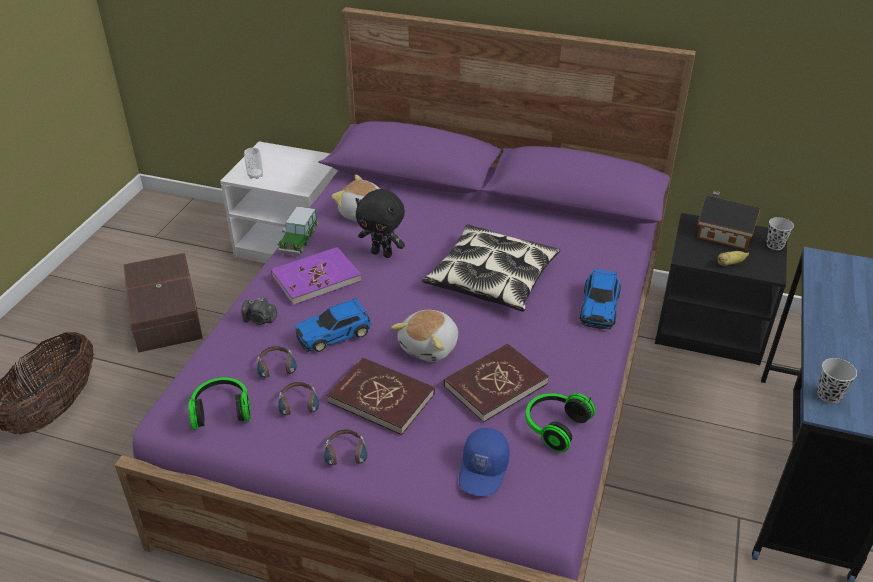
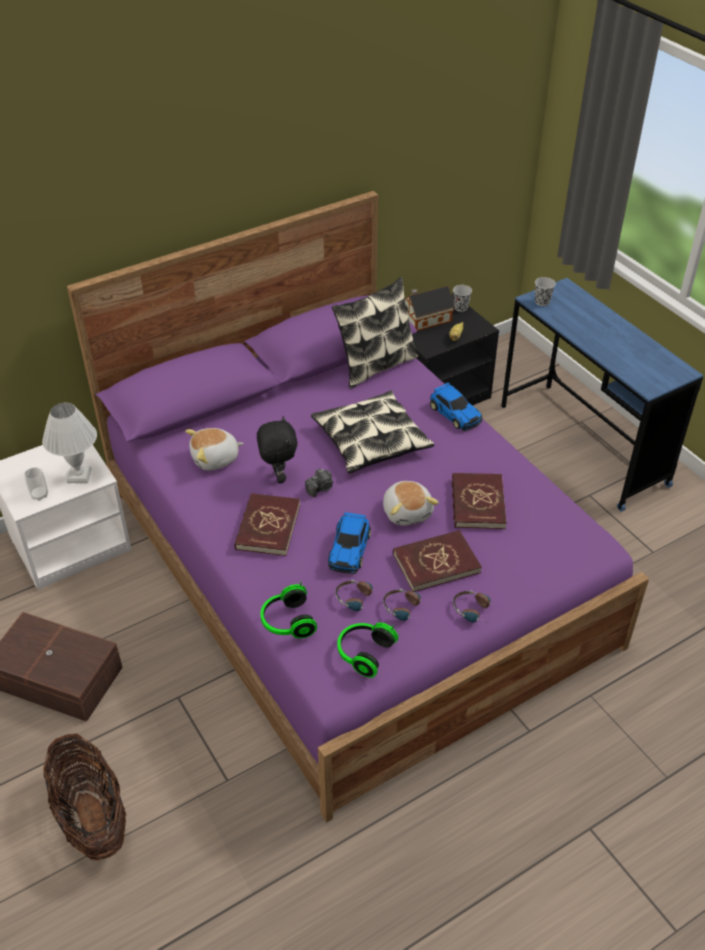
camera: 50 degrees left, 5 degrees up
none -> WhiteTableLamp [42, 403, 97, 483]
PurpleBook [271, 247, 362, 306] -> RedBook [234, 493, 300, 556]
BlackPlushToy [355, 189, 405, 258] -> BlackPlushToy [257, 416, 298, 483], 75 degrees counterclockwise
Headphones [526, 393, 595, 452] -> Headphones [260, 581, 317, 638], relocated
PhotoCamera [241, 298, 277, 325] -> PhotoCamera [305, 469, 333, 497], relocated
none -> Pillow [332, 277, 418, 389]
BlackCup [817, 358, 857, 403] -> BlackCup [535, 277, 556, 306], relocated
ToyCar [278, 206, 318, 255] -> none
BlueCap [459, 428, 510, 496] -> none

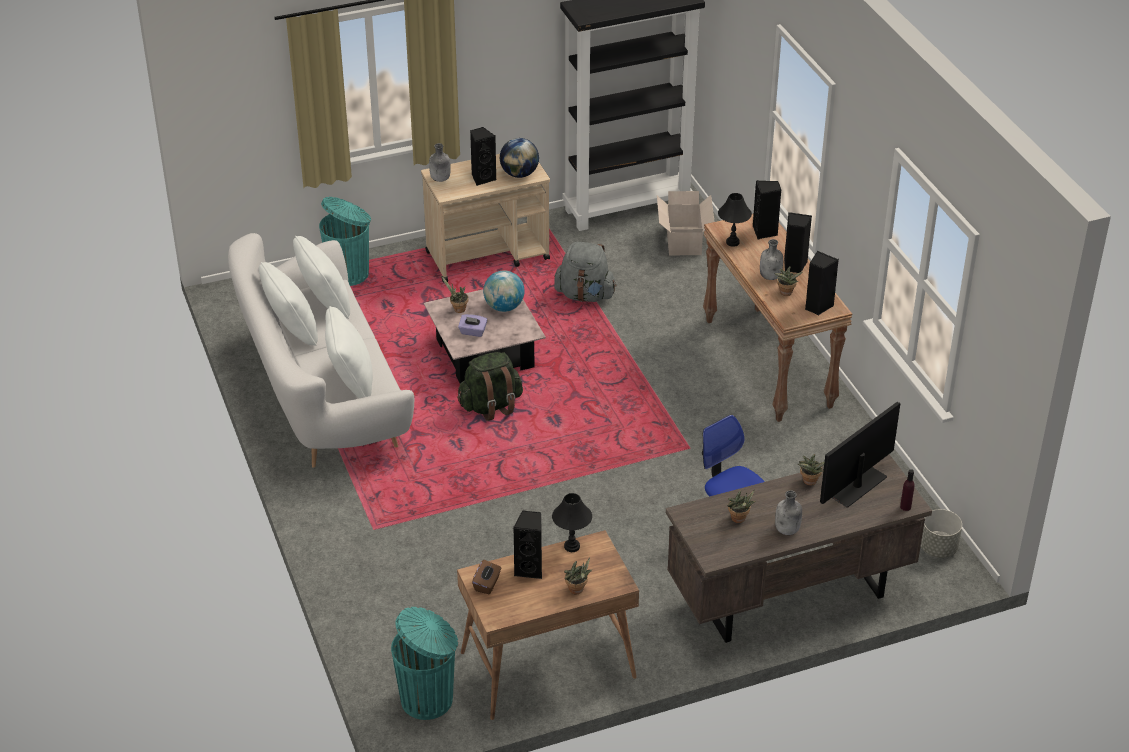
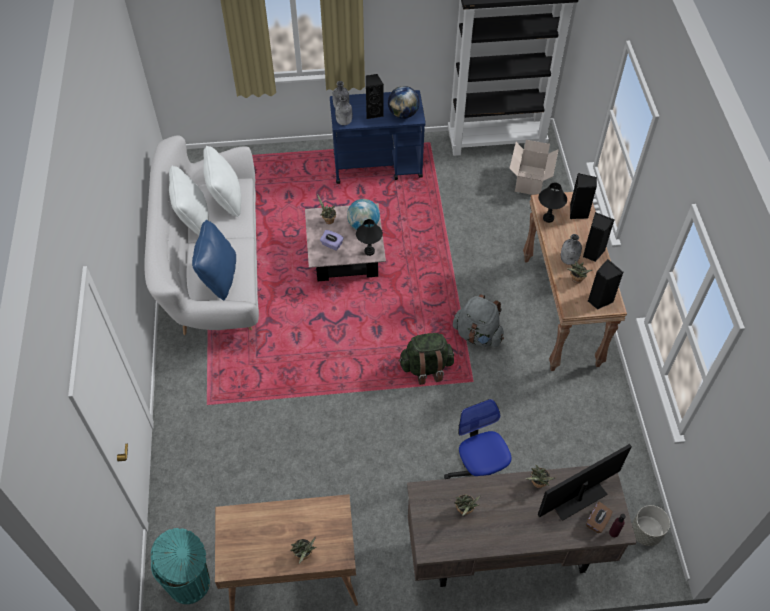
camera: 15 degrees right, 15 degrees up
WhitePillow [325, 306, 373, 398] -> BluePillow [192, 220, 236, 300]
BeigeCart [421, 154, 550, 283] -> BlueCart [330, 90, 426, 184]
GreyBottle [775, 490, 802, 535] -> GreyBottle [335, 96, 352, 125], relocated
BlackTableLamp [552, 493, 592, 552] -> BlackTableLamp [356, 219, 383, 256], relocated
GreenBackpack [457, 352, 523, 421] -> GreenBackpack [399, 333, 454, 385], relocated
GreyBackpack [554, 242, 617, 302] -> GreyBackpack [453, 294, 504, 347], relocated
BrownTissueBox [472, 560, 501, 594] -> BrownTissueBox [586, 501, 613, 533], relocated
TurquoiseTrashCan [319, 197, 371, 286] -> none
BlackSpeaker [513, 510, 542, 579] -> none

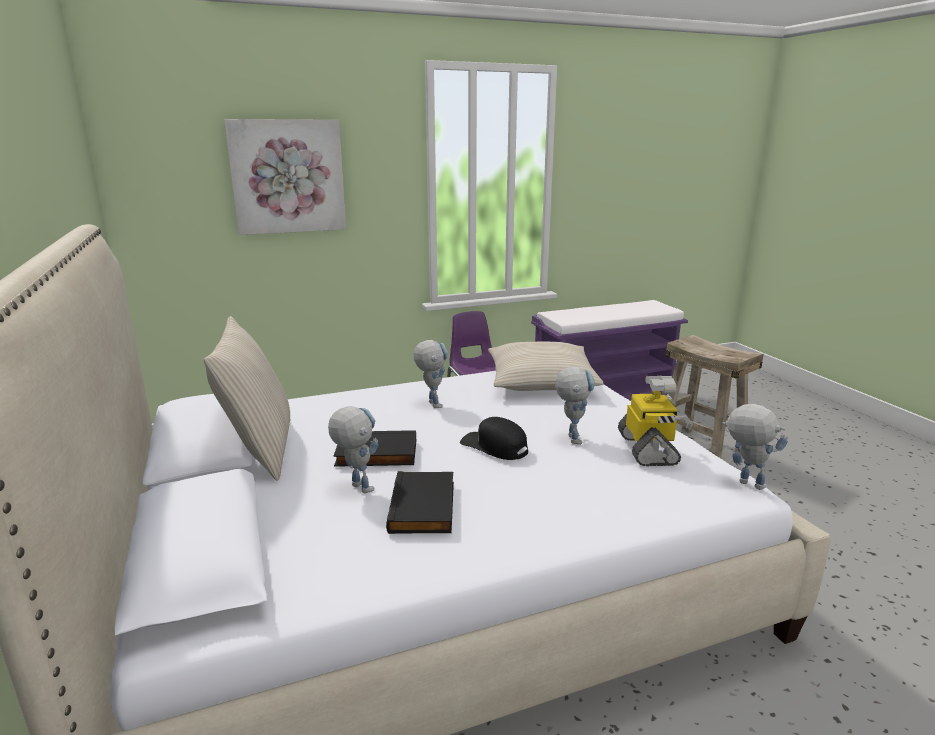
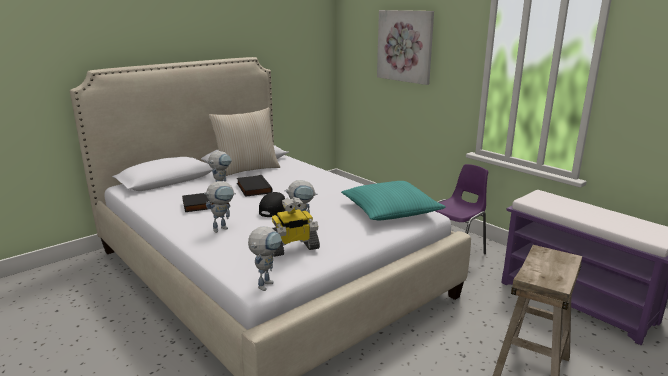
camera: 70 degrees right, 0 degrees up
ToyRobot [414, 340, 448, 408] -> ToyRobot [204, 181, 236, 233], relocated
BeigePillow [488, 342, 603, 391] -> TurquoisePillow [341, 181, 446, 220]

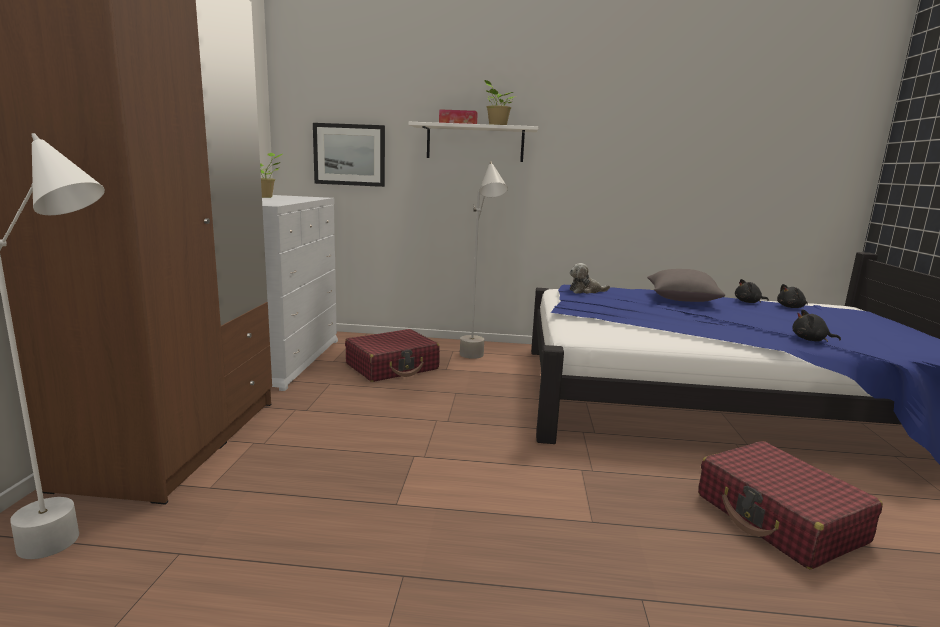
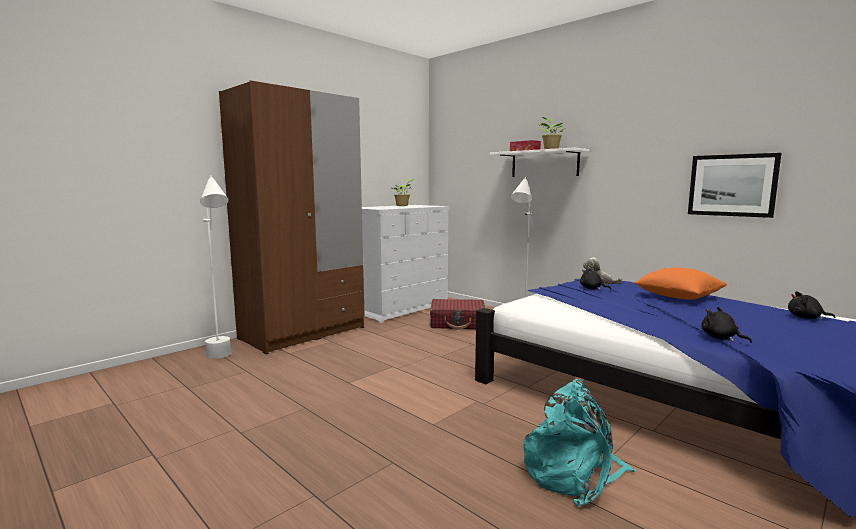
camera: 40 degrees right, 5 degrees down
RedSuitcase [698, 441, 883, 569] -> TurquoiseBackpack [523, 379, 637, 507]
BlackPlushToy [735, 279, 769, 303] -> BlackPlushToy [580, 268, 611, 290], relocated
GreyPillow [647, 269, 725, 302] -> OrangePillow [633, 268, 727, 299]
Picture [313, 123, 385, 187] -> Picture [688, 153, 781, 218], relocated

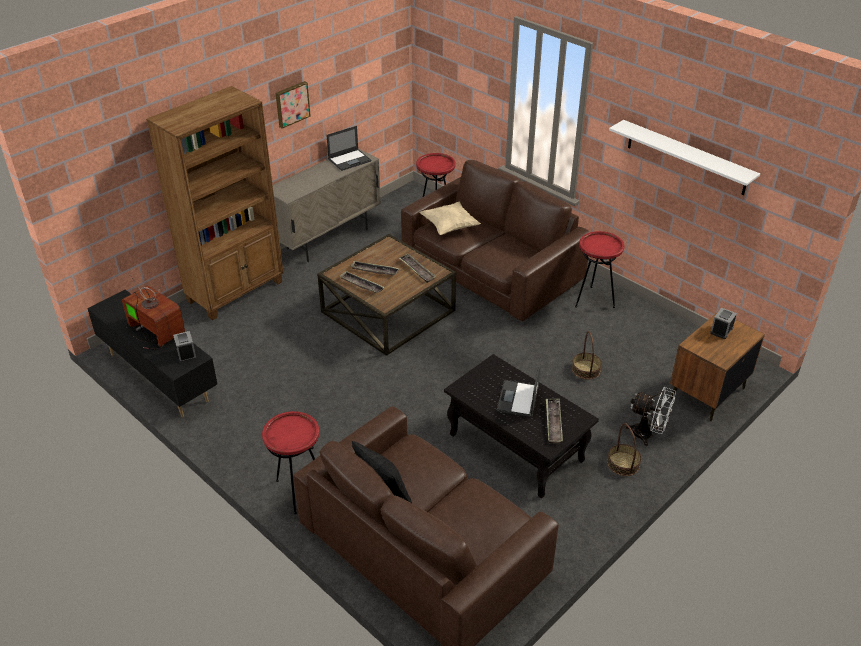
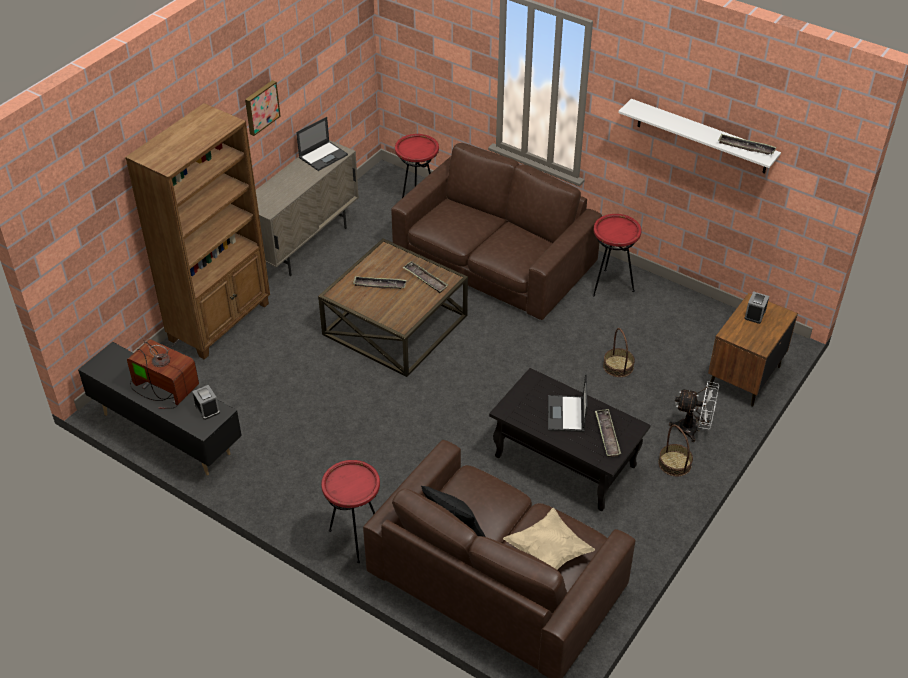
camera: 10 degrees left, 5 degrees up
BeigePillow [420, 201, 481, 235] -> BeigePillow [503, 508, 595, 570], relocated
Tray [340, 271, 385, 293] -> Tray [718, 134, 777, 155], relocated

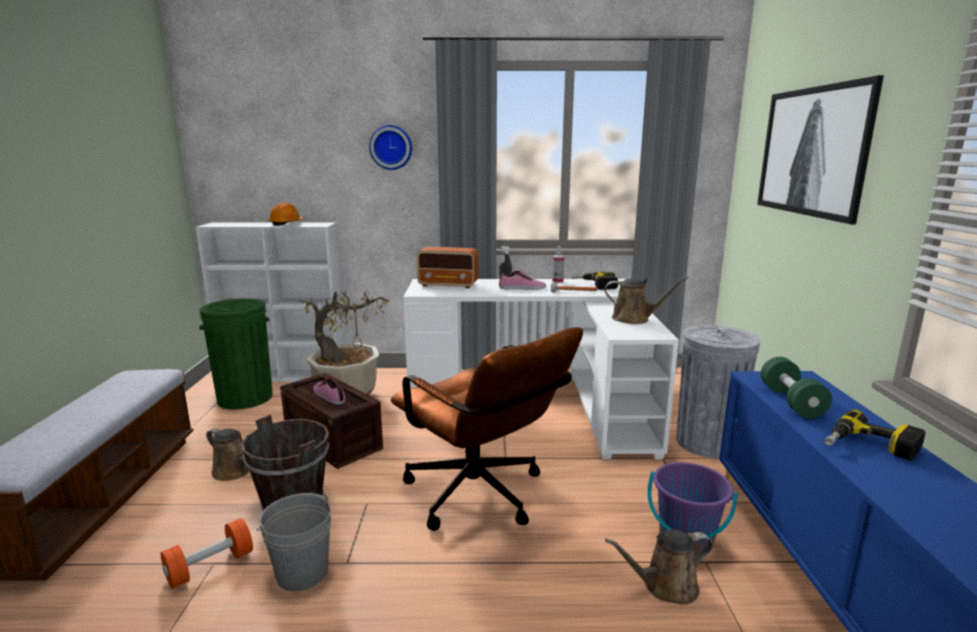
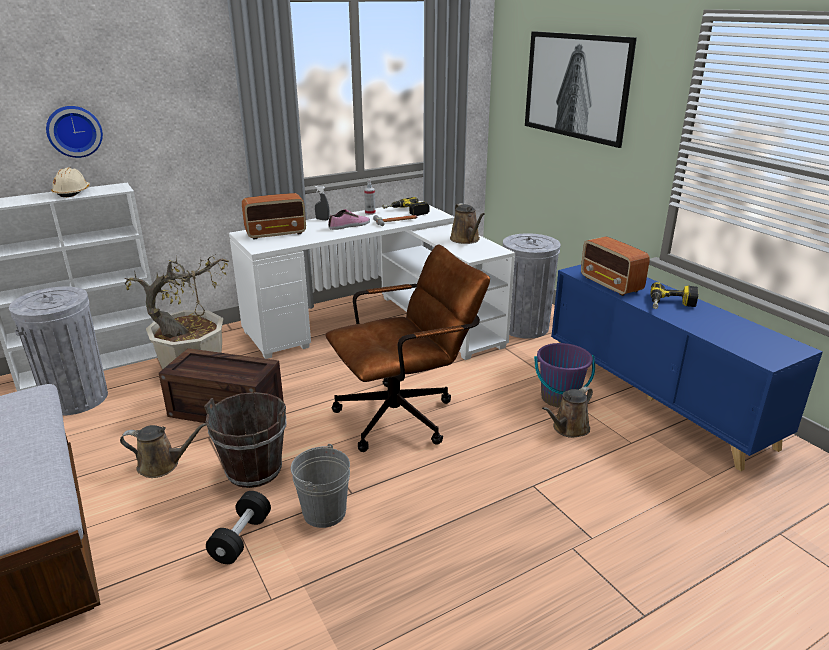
camera: 30 degrees left, 10 degrees up
GreenTrashCan [199, 298, 273, 410] -> GreyTrashCan [9, 287, 108, 416]
WallClock [369, 125, 412, 170] -> WallClock [46, 106, 103, 158], relocated
OrangeHardHat [268, 202, 304, 226] -> BeigeHardHat [51, 167, 90, 197]
OrangeDumbbell [161, 518, 253, 589] -> BlackDumbbell [206, 491, 271, 564]
BrownOfficeChair [391, 327, 583, 531] -> BrownOfficeChair [325, 244, 490, 452], 45 degrees counterclockwise
BrownWateringCan [605, 277, 688, 324] -> BrownWateringCan [450, 203, 485, 244], 90 degrees clockwise
GreenDumbbell [761, 357, 832, 418] -> Radio [581, 236, 650, 296]
Shoe [313, 378, 345, 405] -> none

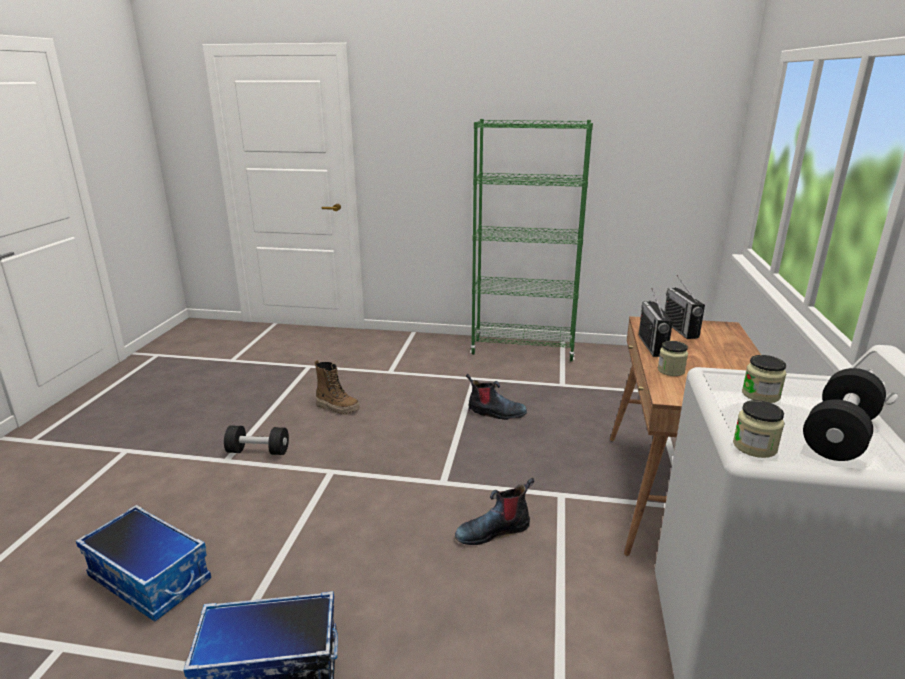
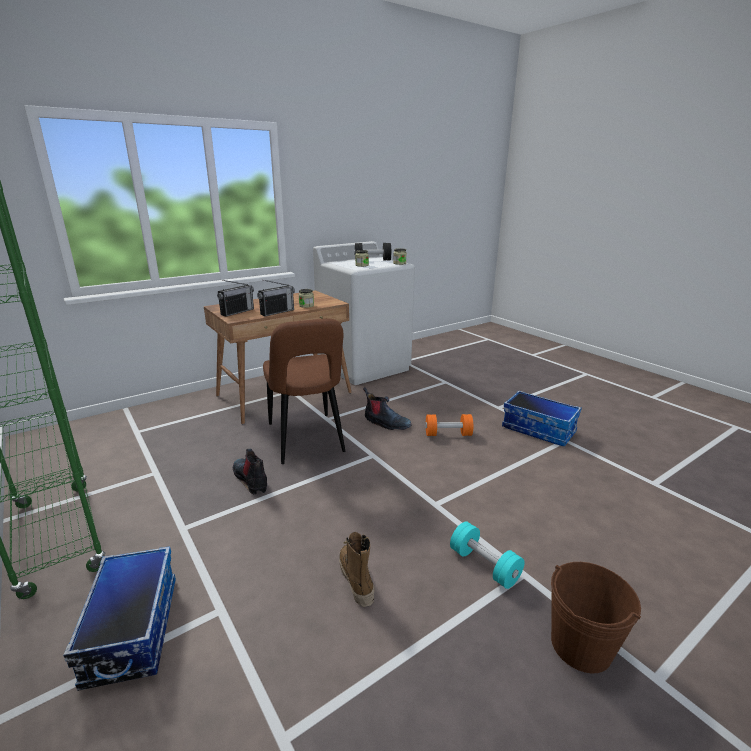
camera: 135 degrees left, 0 degrees up
StorageBox [76, 505, 211, 622] -> StorageBox [63, 546, 176, 691], relocated
none -> BrownChair [263, 319, 345, 464]
none -> OrangeDumbbell [425, 414, 473, 436]
BlackDumbbell [224, 425, 289, 455] -> TurquoiseDumbbell [450, 521, 525, 589]
none -> BrownBucket [551, 562, 641, 673]

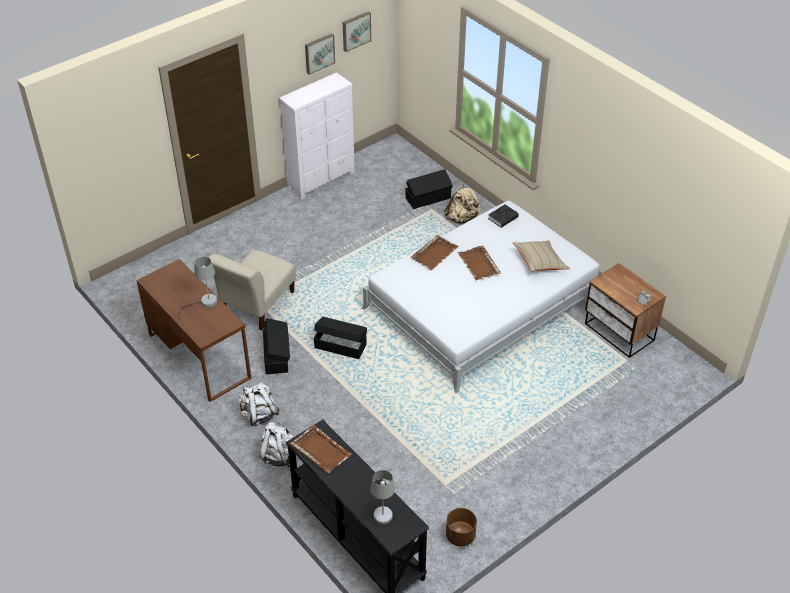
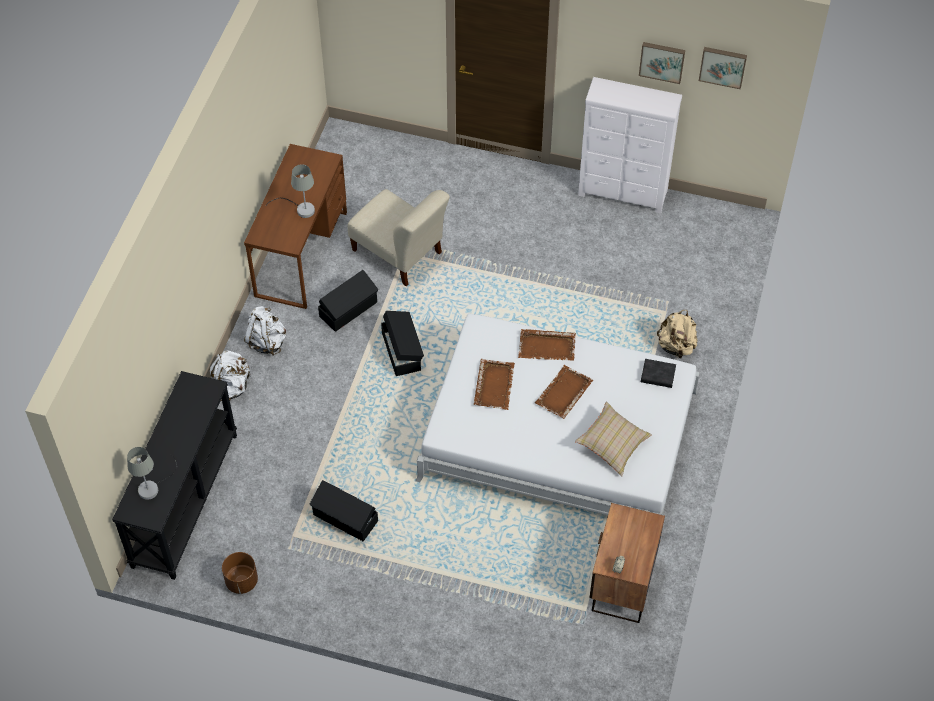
camera: 55 degrees right, 10 degrees up
BlackStorageBox [405, 169, 453, 209] -> BlackStorageBox [309, 480, 378, 541], relocated
BeigeChair [208, 250, 296, 331] -> BeigeChair [347, 189, 450, 286], 135 degrees counterclockwise
BrownTray [290, 425, 352, 473] -> BrownTray [474, 359, 515, 410], relocated

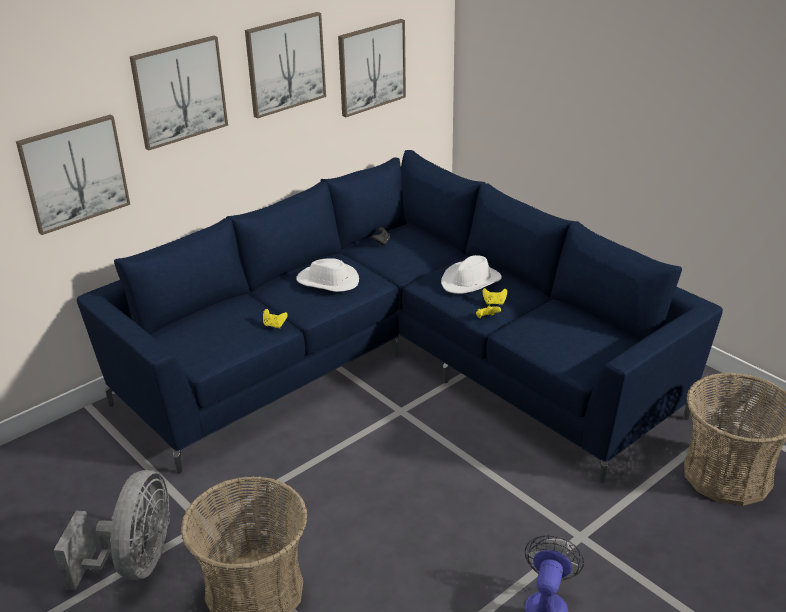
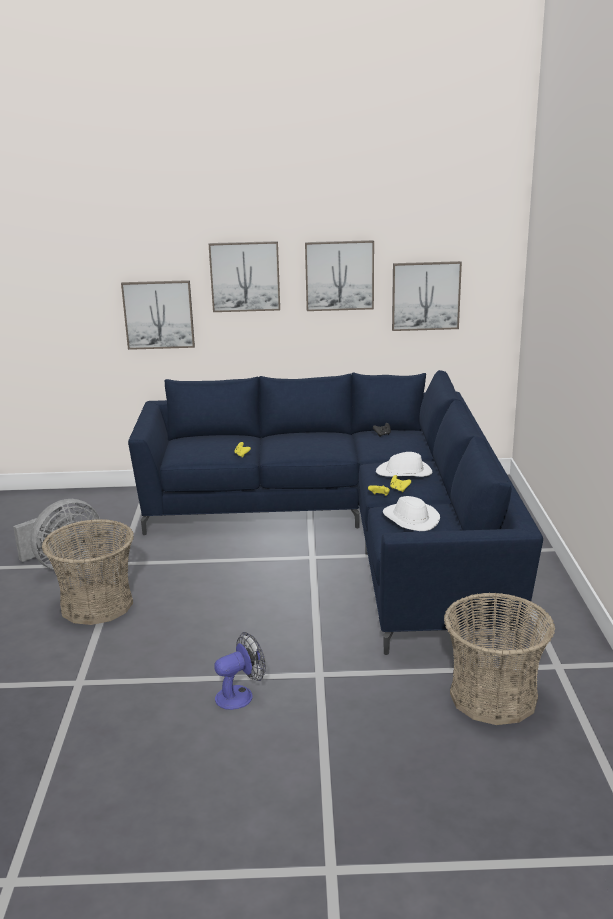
camera: 40 degrees right, 10 degrees down
WhiteHat [297, 258, 359, 292] -> WhiteHat [383, 496, 440, 531], relocated

